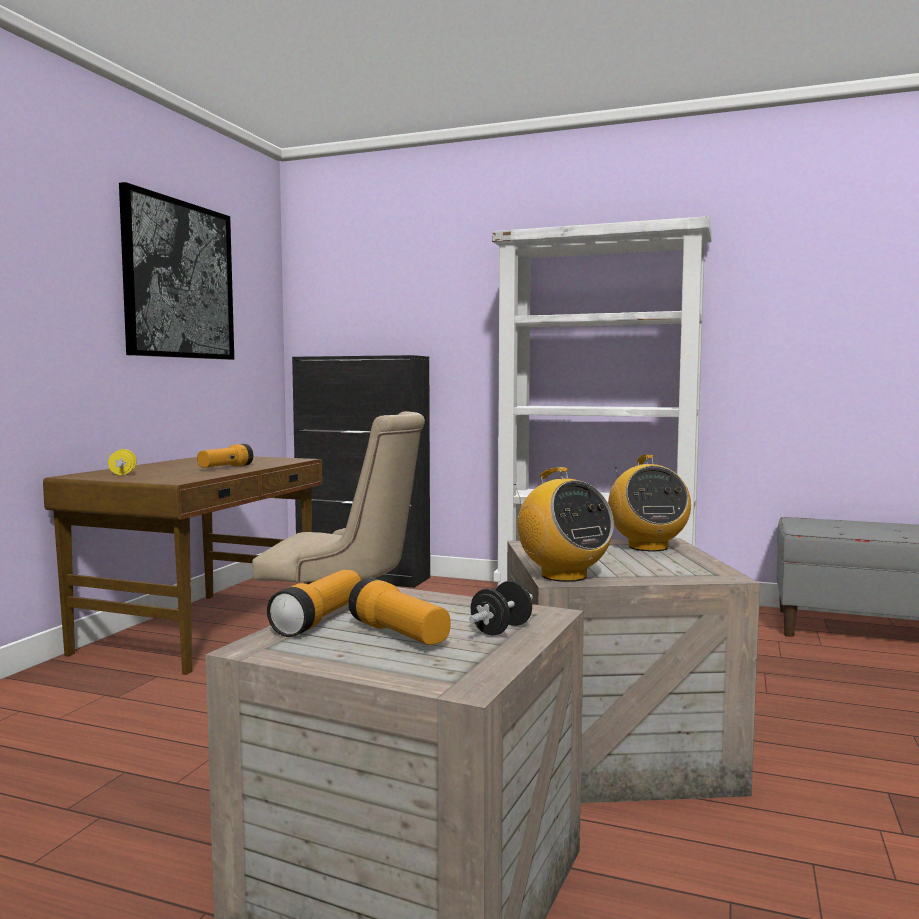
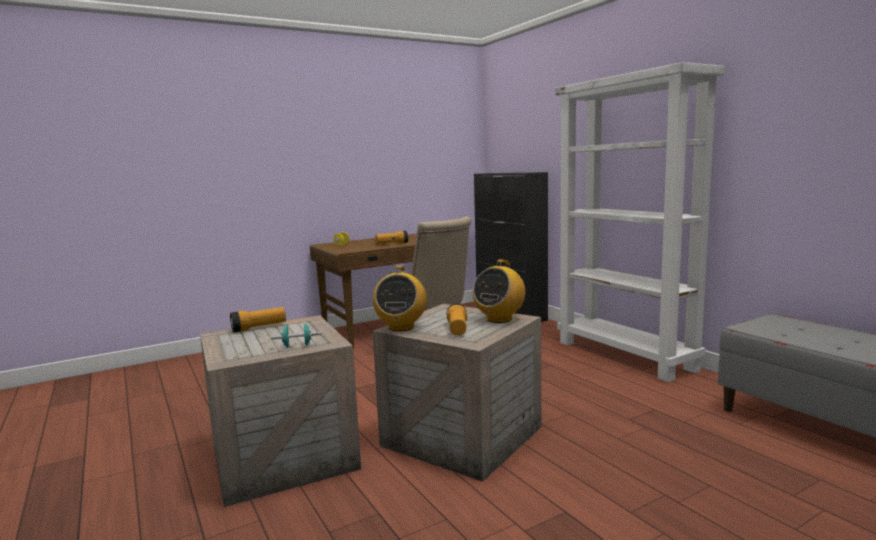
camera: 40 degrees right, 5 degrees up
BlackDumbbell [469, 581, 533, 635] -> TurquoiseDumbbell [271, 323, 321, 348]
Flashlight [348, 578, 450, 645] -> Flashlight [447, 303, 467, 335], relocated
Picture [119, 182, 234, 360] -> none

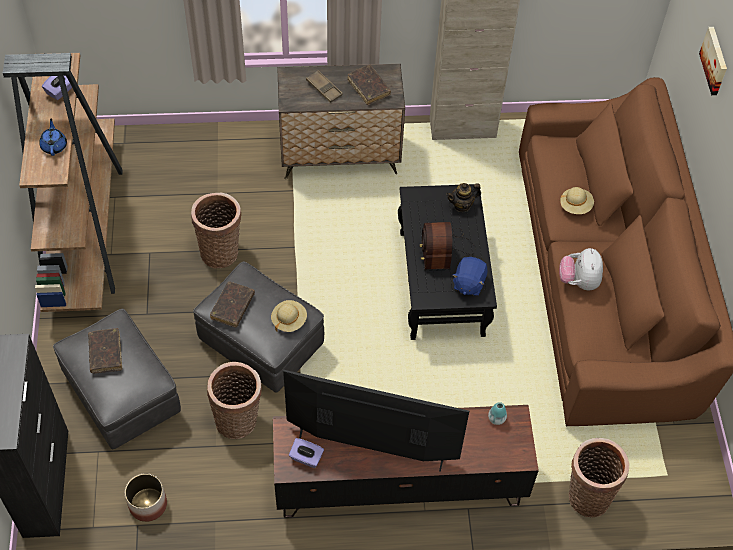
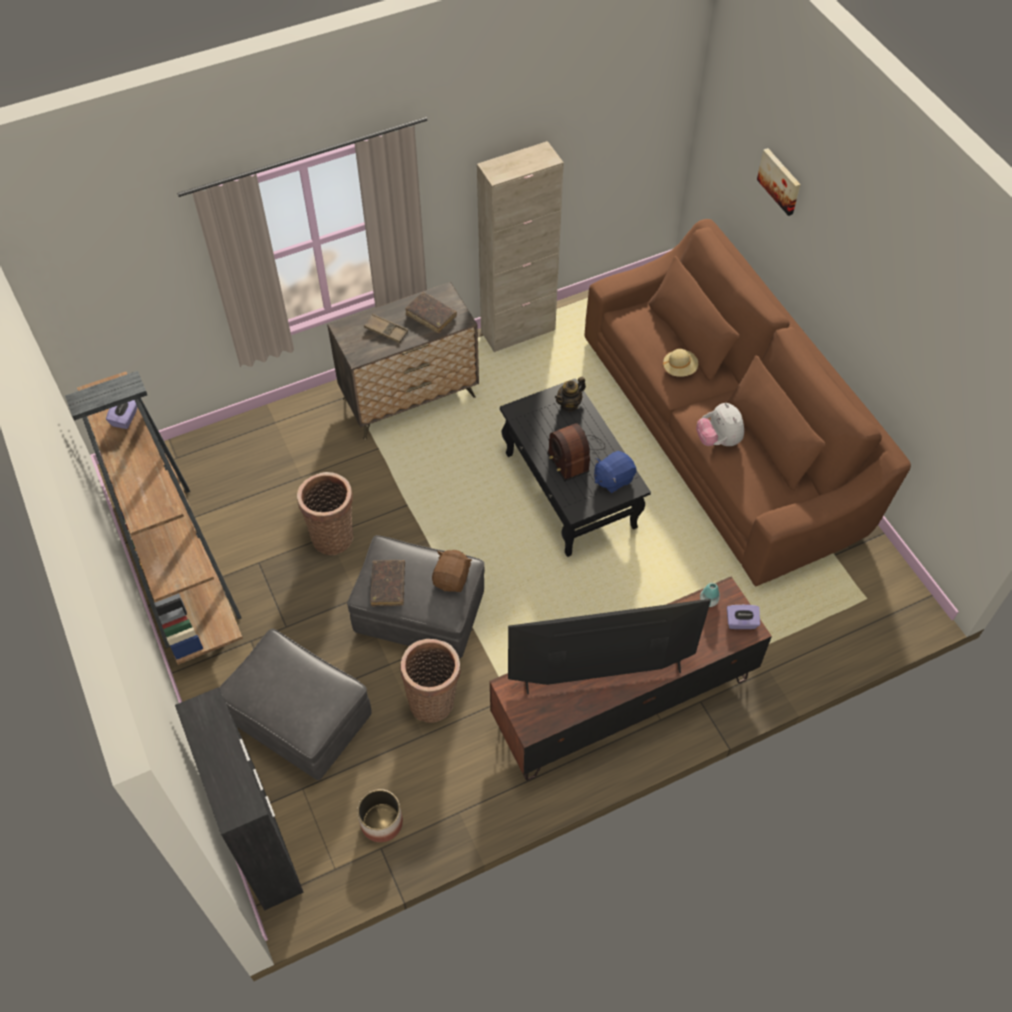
camera: 20 degrees left, 0 degrees up
BeigeHat [271, 300, 307, 332] -> BrownPlushToy [432, 550, 472, 592]
BluePlushToy [453, 257, 488, 296] -> BluePlushToy [594, 451, 637, 493], 60 degrees clockwise
PurpleTissueBox [289, 438, 324, 468] -> PurpleTissueBox [727, 605, 760, 629], relocated
BlueTeapot [39, 119, 67, 156] -> none
BrownBook [88, 328, 122, 373] -> none
Basket [569, 438, 629, 517] -> none

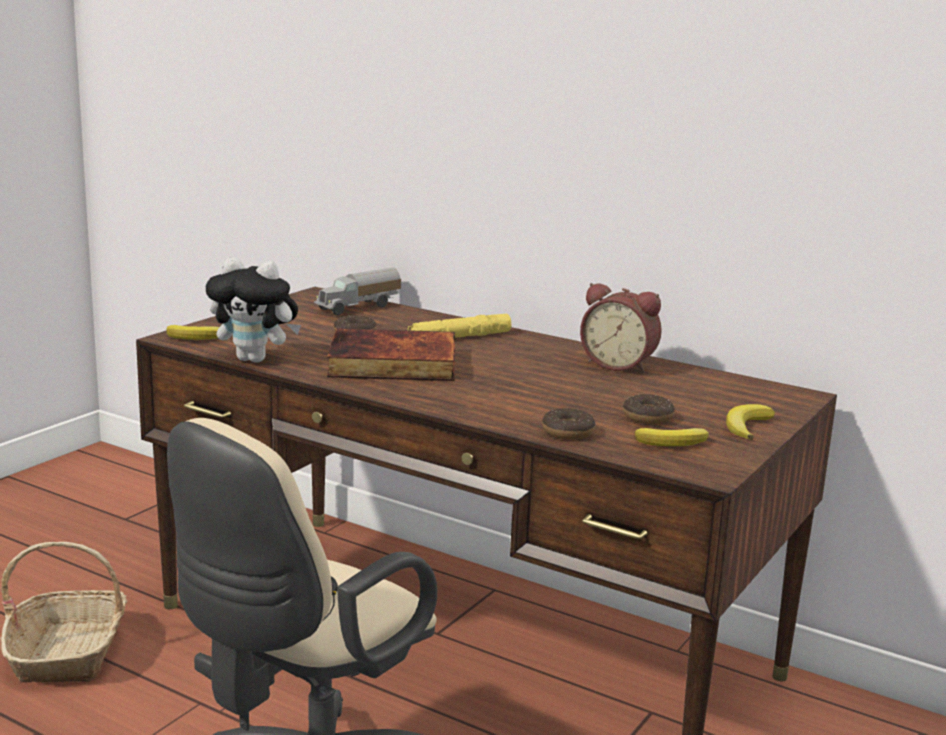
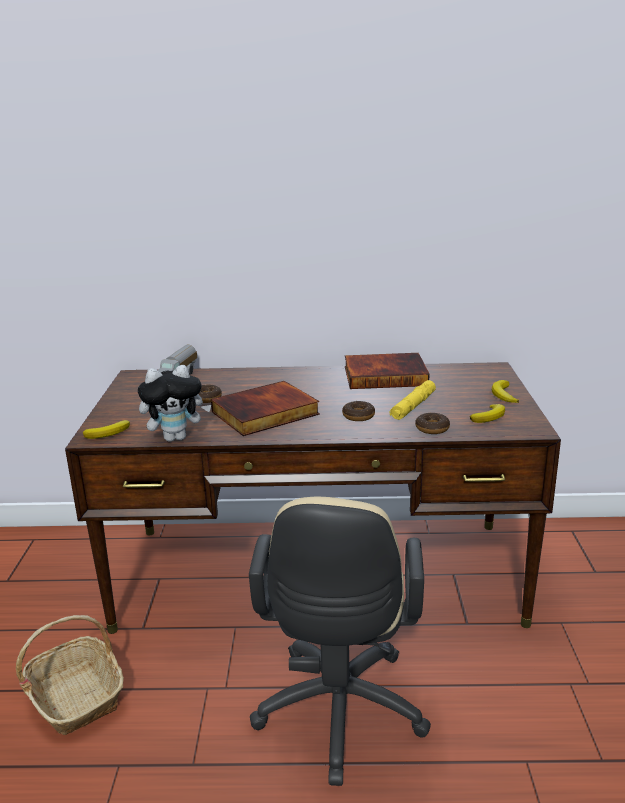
camera: 30 degrees left, 5 degrees up
Donut [623, 394, 675, 424] -> Donut [342, 401, 375, 421], relocated
AlarmClock [580, 283, 662, 373] -> Book [345, 353, 430, 389]
YellowFlashlight [408, 314, 512, 338] -> YellowFlashlight [389, 380, 436, 420], relocated

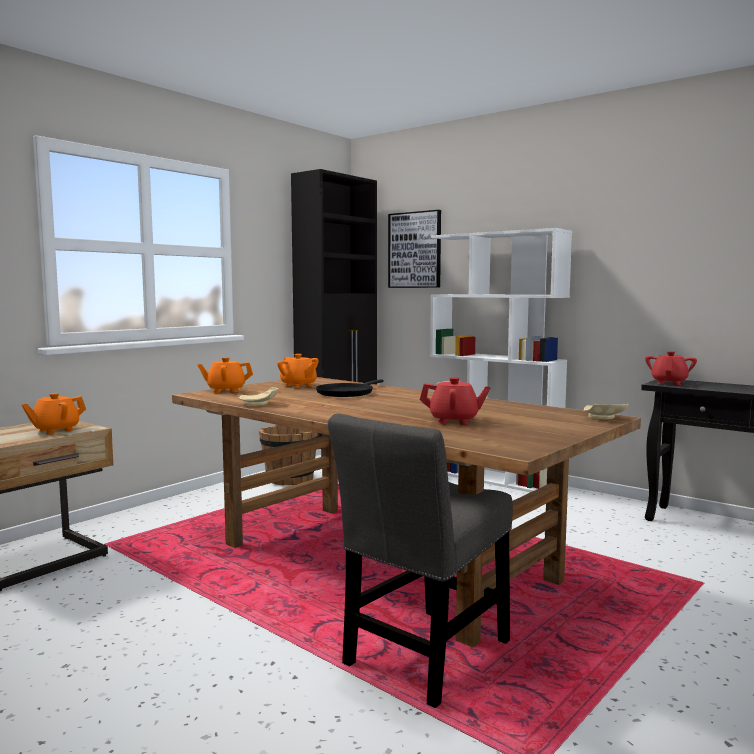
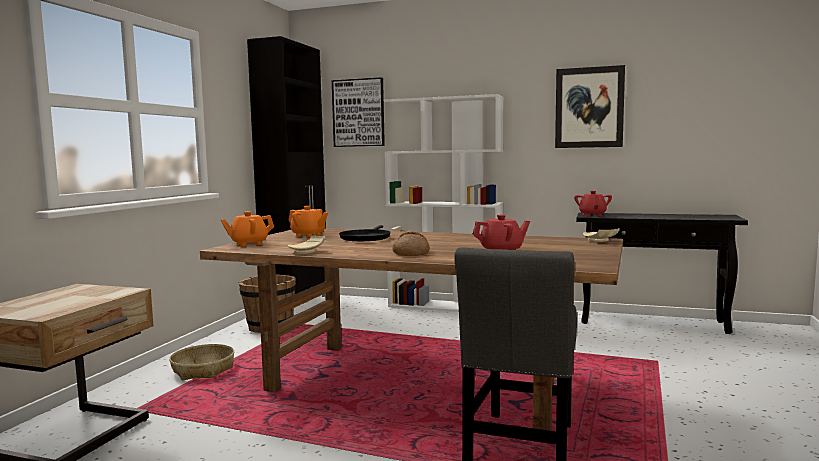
camera: 20 degrees left, 0 degrees up
none -> Basket [169, 344, 235, 380]
none -> Bread [392, 232, 429, 256]
none -> Picture [555, 65, 625, 148]
OrangeTeapot [21, 393, 86, 434] -> none

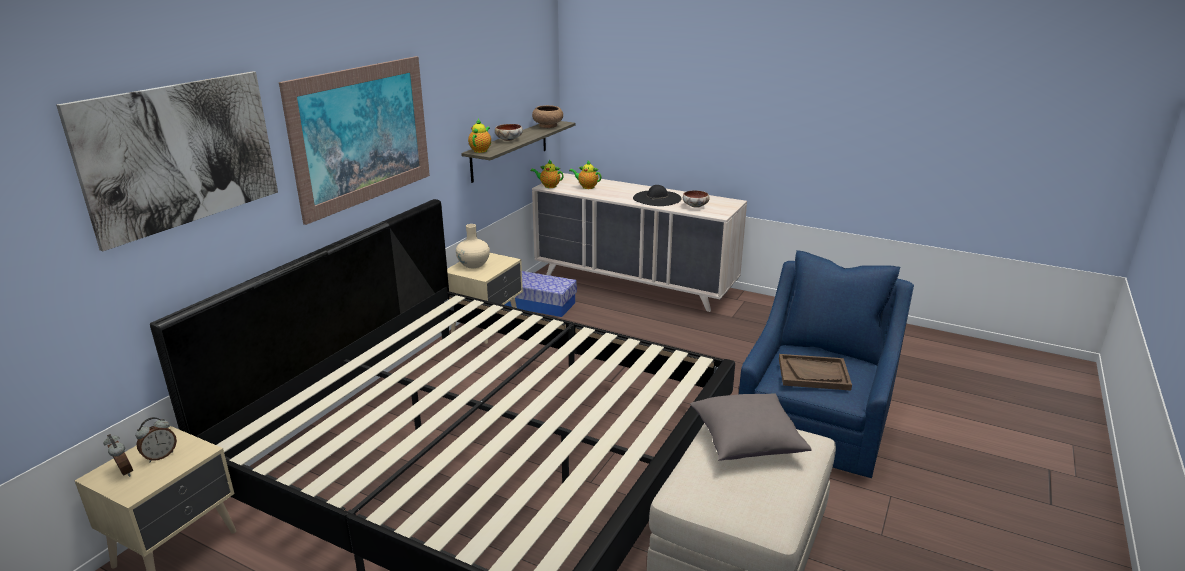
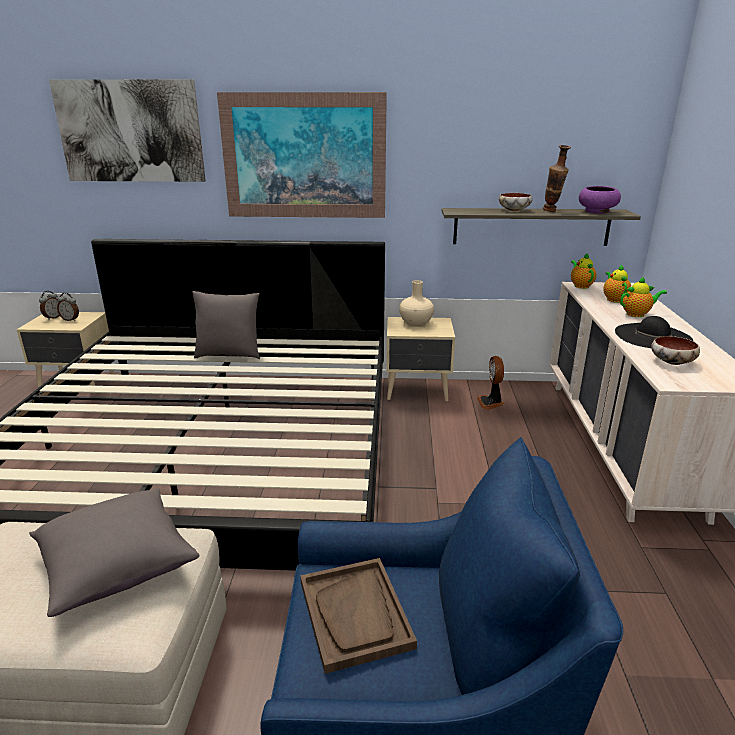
camera: 65 degrees right, 0 degrees up
none -> GreyPillow [192, 291, 260, 359]
StorageBox [505, 271, 577, 317] -> Fan [477, 356, 504, 410]
none -> Vase [543, 145, 571, 212]
BrownBowl [532, 105, 563, 128] -> PurpleBowl [579, 186, 621, 214]
Teapot [468, 119, 491, 153] -> Teapot [620, 277, 667, 317], relocated

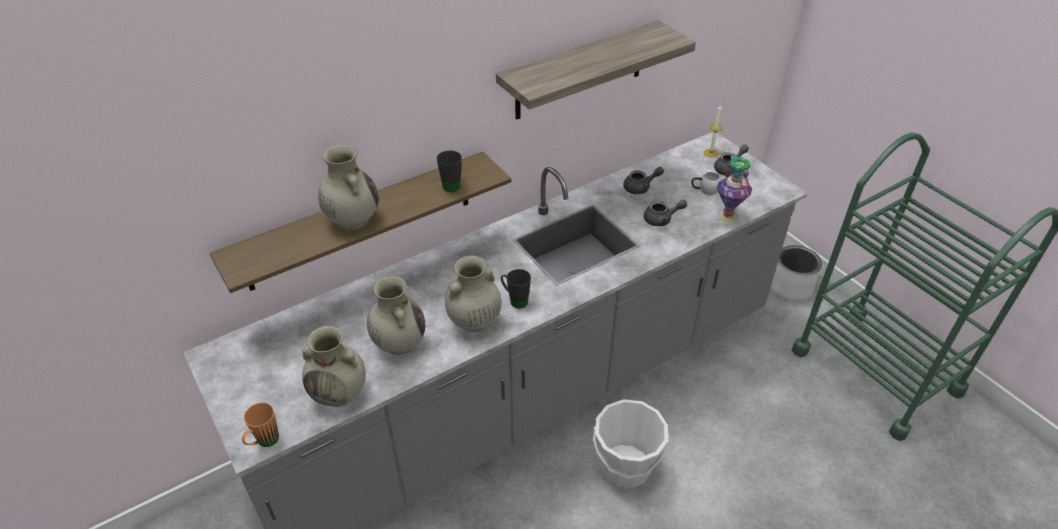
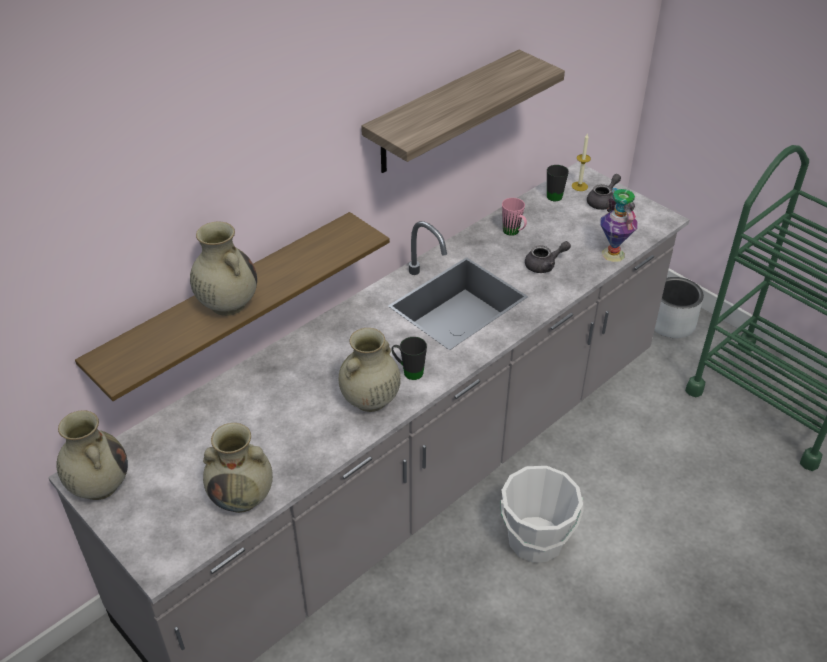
camera: 10 degrees left, 0 degrees up
BeigeVase [367, 276, 425, 355] -> BeigeVase [56, 410, 128, 500], relocated
GreyTeapot [623, 167, 664, 194] -> PinkMug [502, 198, 527, 236]
BlackMug [437, 150, 462, 192] -> BlackMug [547, 165, 569, 201], relocated
OrangeMug [242, 403, 279, 447] -> none
WhiteMug [691, 172, 721, 195] -> none

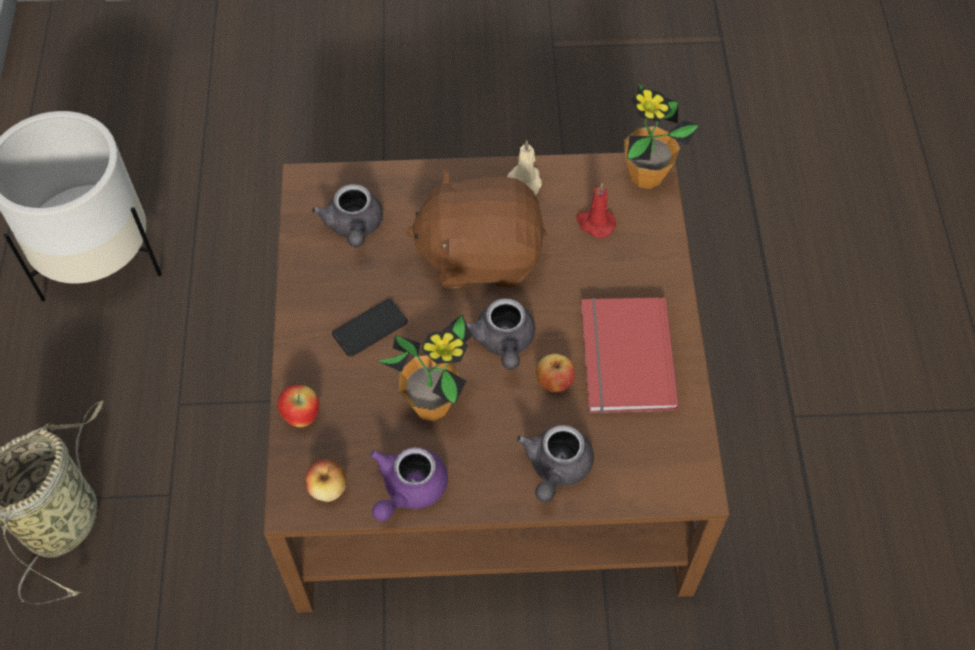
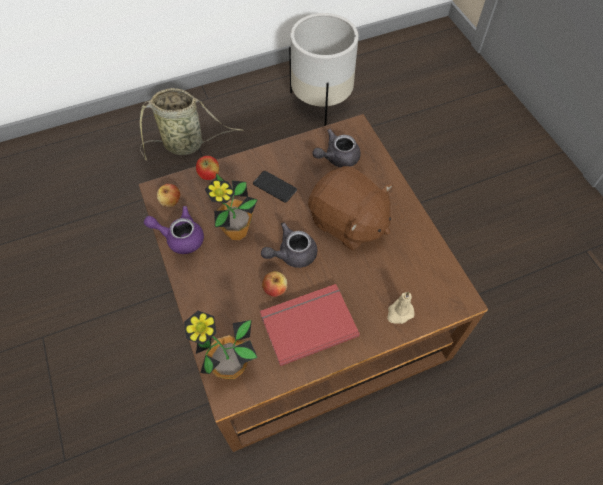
camera: 70 degrees right, 0 degrees up
PottedPlant [624, 82, 699, 189] -> PottedPlant [184, 311, 258, 379], relocated
BrownPlushToy [406, 169, 547, 288] -> BrownPlushToy [308, 166, 392, 251], 150 degrees clockwise
BeigeCandle [507, 140, 542, 196] -> BeigeCandle [387, 292, 415, 324], relocated
GreyTeapot [516, 425, 594, 502] -> none
RedCandle [576, 183, 616, 238] -> none

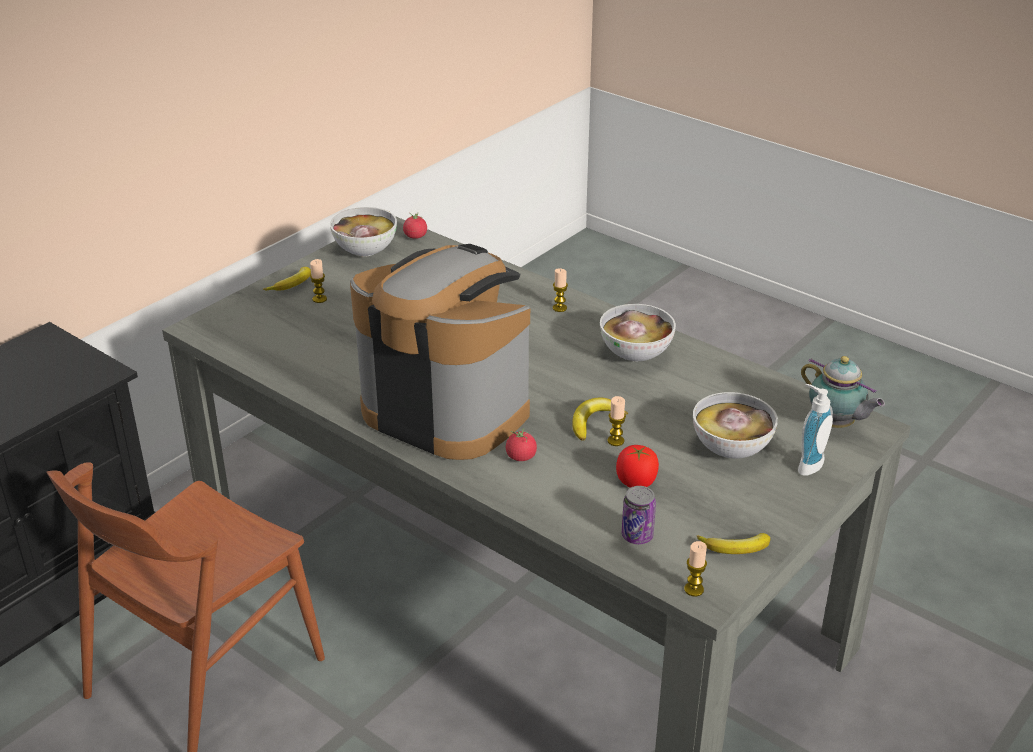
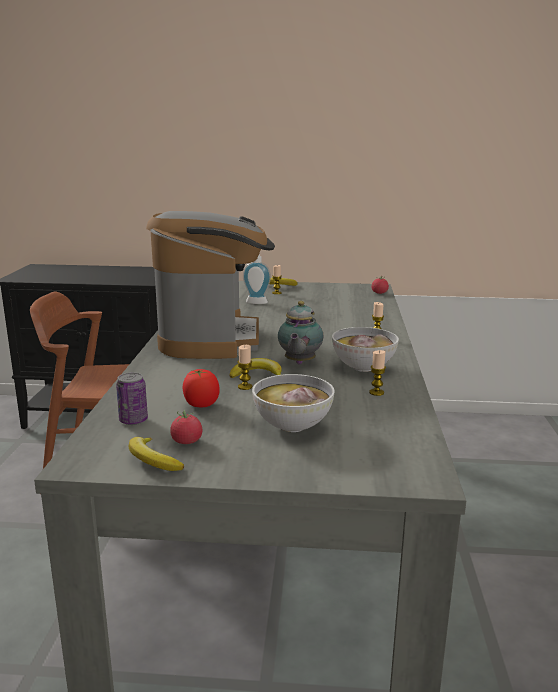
camera: 55 degrees right, 15 degrees down
Tomato [506, 428, 537, 461] -> Tomato [170, 410, 202, 444], relocated
SoapDispenser [798, 384, 833, 476] -> SoapDispenser [243, 255, 271, 304], relocated
Teapot [801, 356, 885, 428] -> Teapot [278, 301, 323, 364], relocated
Candle [684, 541, 707, 597] -> Candle [369, 350, 386, 396], relocated
Bowl [330, 207, 397, 257] -> none

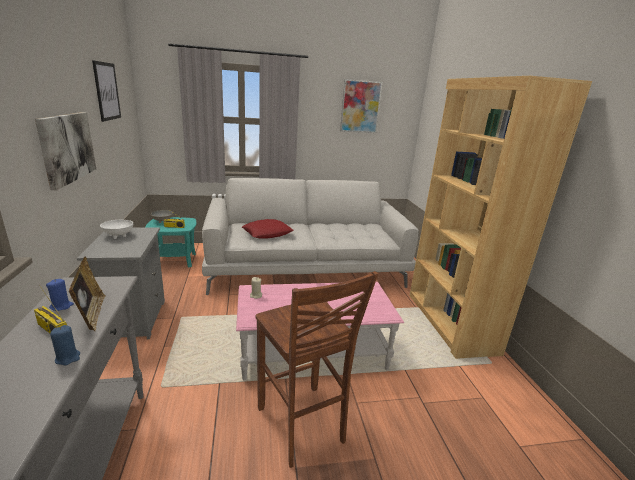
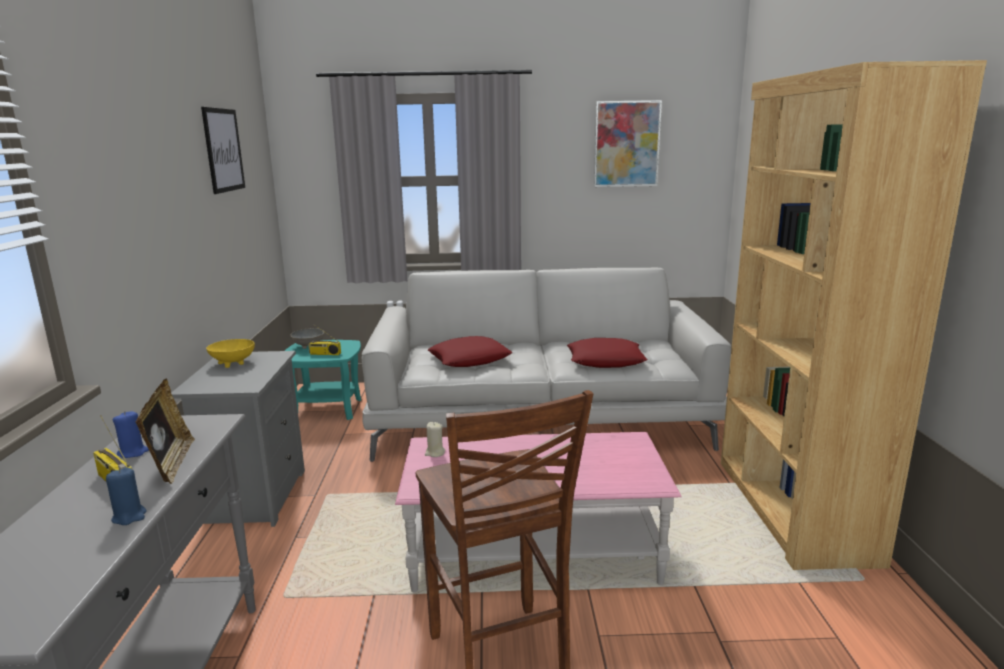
camera: 10 degrees right, 5 degrees down
WhiteBowl [100, 220, 133, 239] -> YellowBowl [206, 339, 255, 368]
none -> RedPillow [567, 338, 647, 368]
Picture [35, 112, 96, 190] -> none

